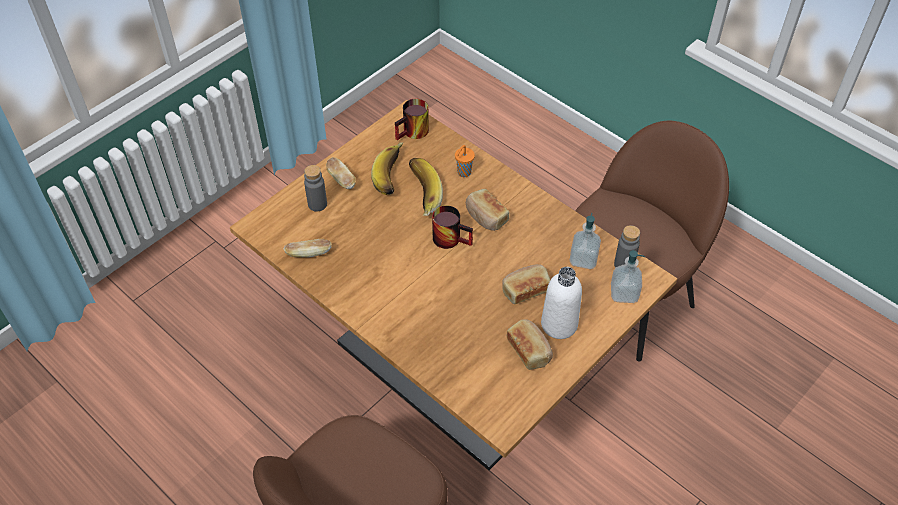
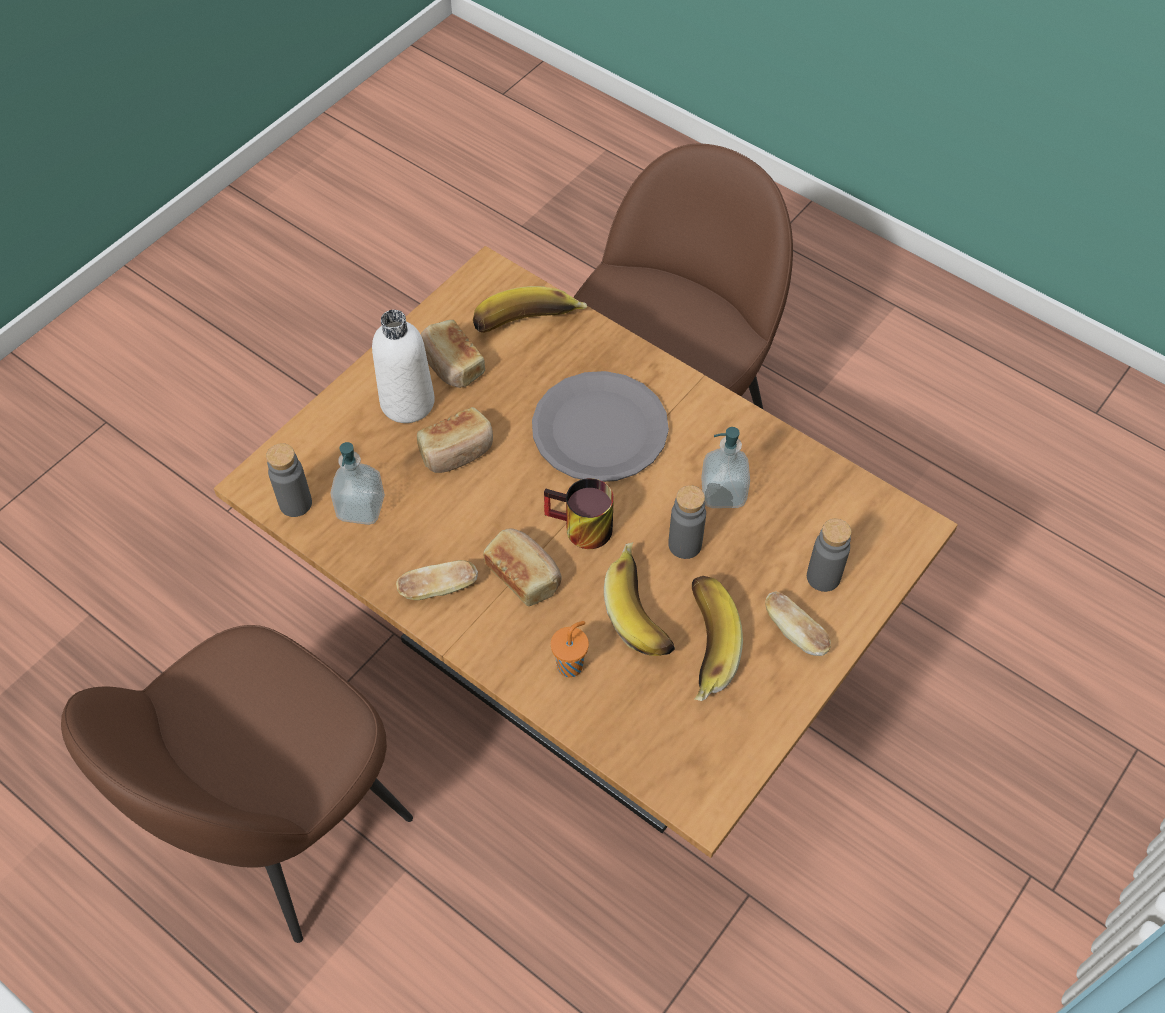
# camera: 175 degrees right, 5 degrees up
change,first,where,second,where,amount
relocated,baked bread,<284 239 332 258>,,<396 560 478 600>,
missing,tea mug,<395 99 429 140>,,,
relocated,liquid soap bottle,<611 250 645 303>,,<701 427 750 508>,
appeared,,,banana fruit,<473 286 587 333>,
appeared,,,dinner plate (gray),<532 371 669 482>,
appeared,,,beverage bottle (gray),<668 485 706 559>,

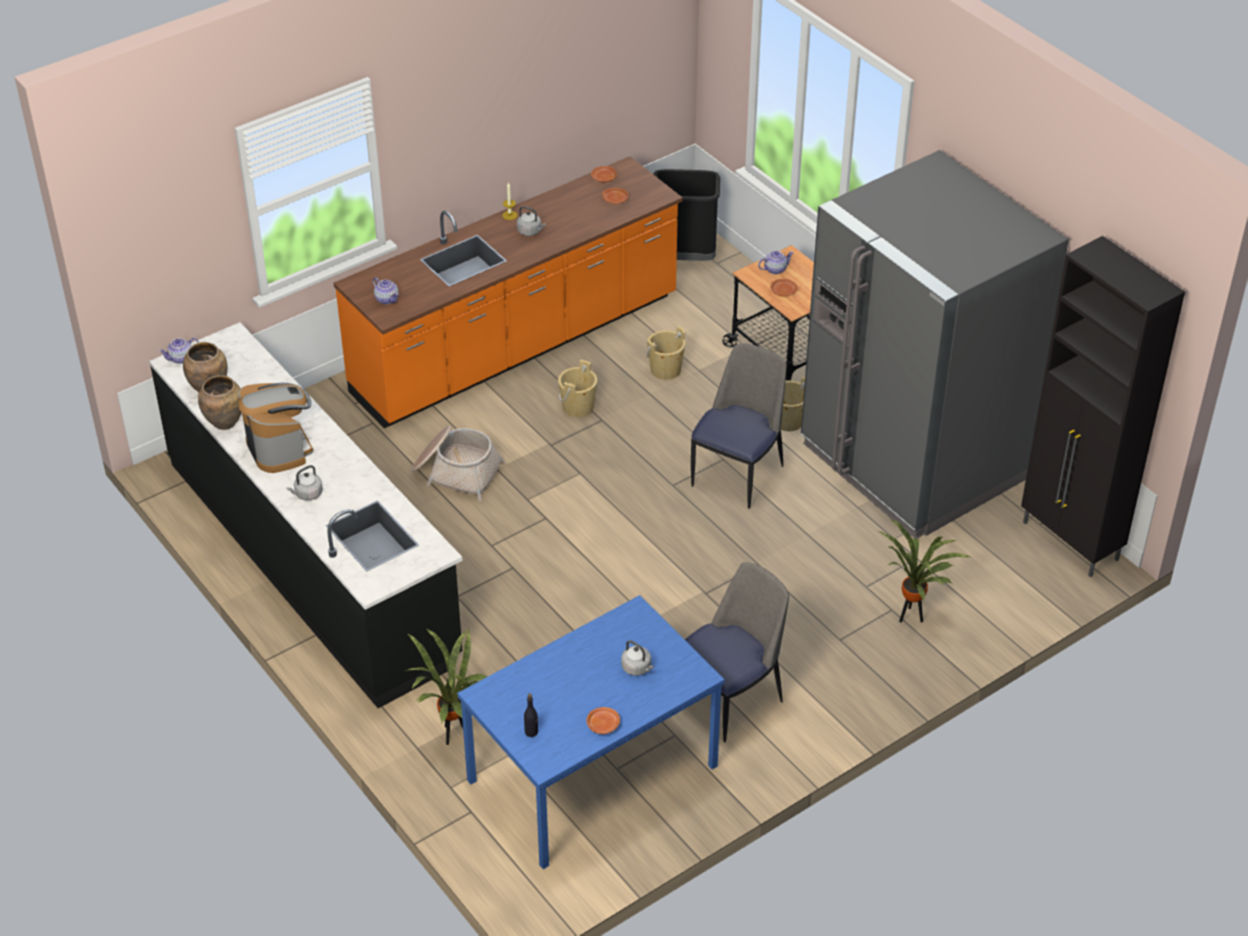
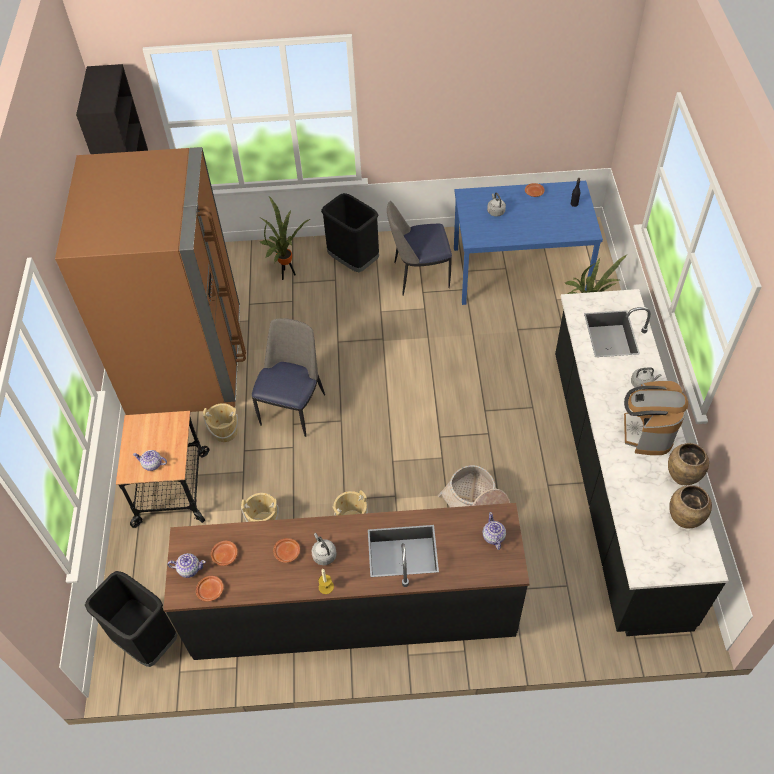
# camera: 145 degrees left, 10 degrees up
change,first,where,second,where,amount
relocated,teapot,<159 338 199 364>,,<168 553 206 578>,
colour,counter (orange),<334 156 683 428>,counter (blackish),<163 503 530 660>,
spun,chair,<691 343 787 509>,,<252 318 325 437>,135 degrees clockwise
relocated,dinner plate (brown),<770 279 798 297>,,<273 538 300 563>,
colour,fridge (gray),<801 150 1069 538>,fridge (brown),<55 147 246 415>,
appeared,,,waste bin (blackish),<321 193 379 272>,

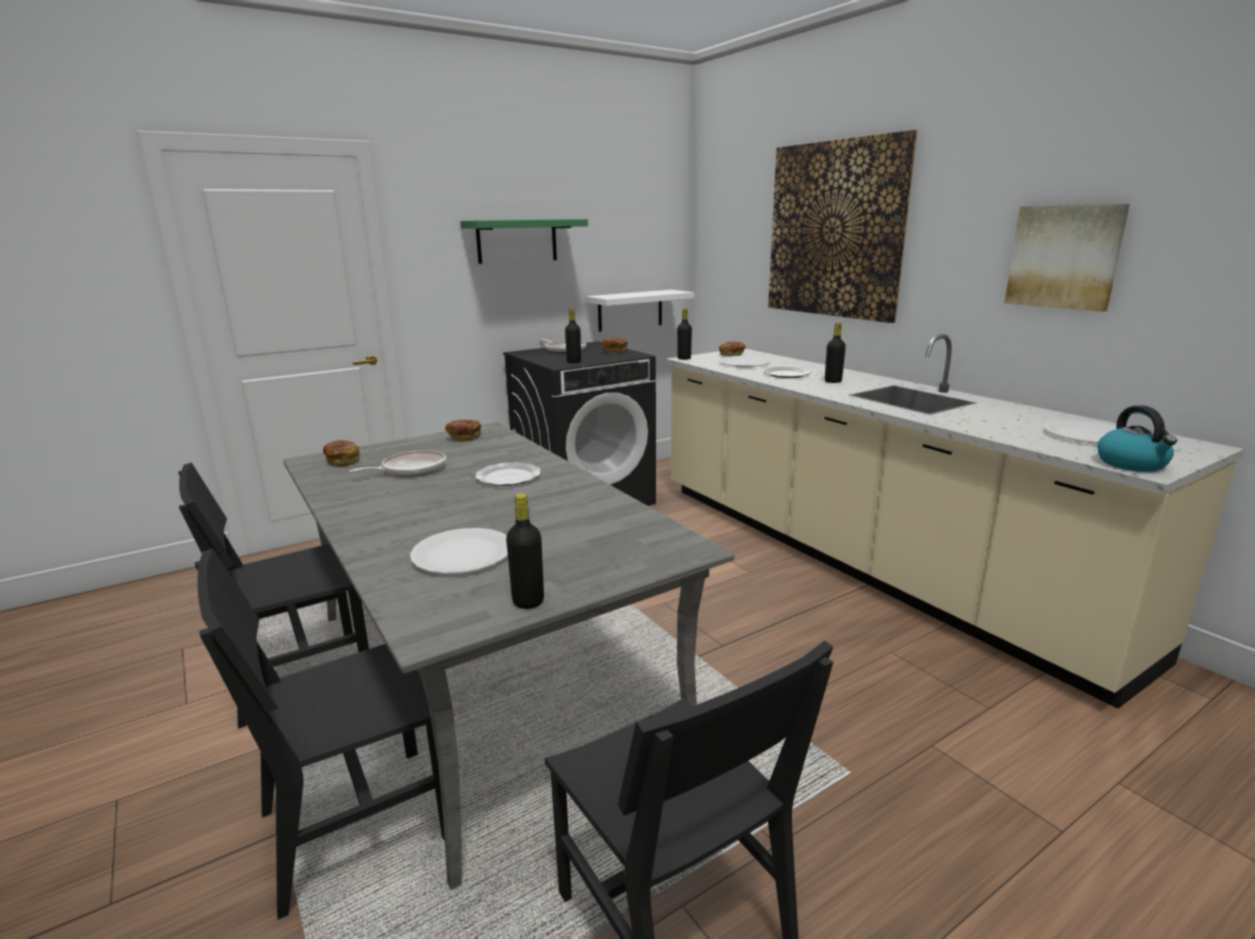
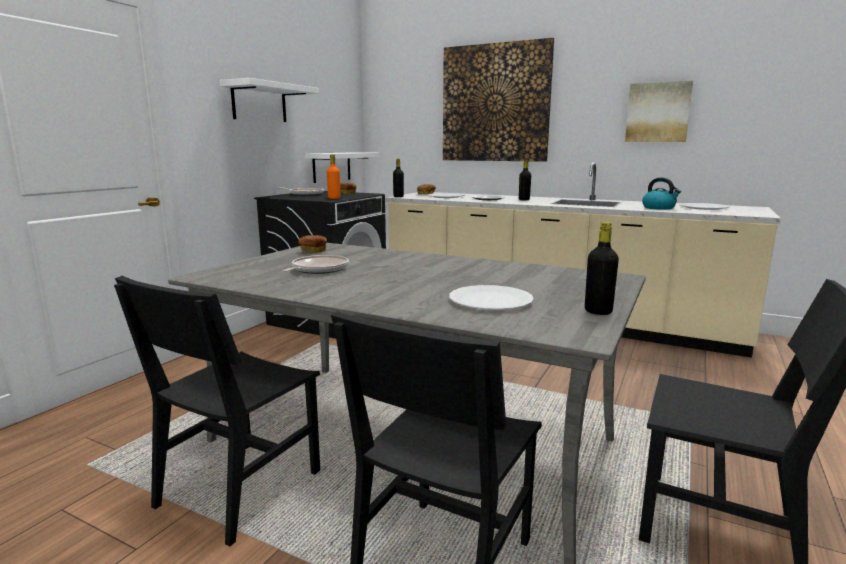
# camera: 30 degrees left, 5 degrees down
change,first,where,second,where,amount
missing,baked bread,<323 440 360 466>,,,
colour,bracket shelf (green-coloured),<460 219 588 264>,bracket shelf (whitish),<219 78 319 122>,
missing,dinner plate,<475 462 541 486>,,,
colour,beverage bottle (blackish),<565 309 581 363>,beverage bottle (orange),<327 154 340 199>,
relocated,kettle,<1097 405 1177 472>,,<642 178 681 210>,

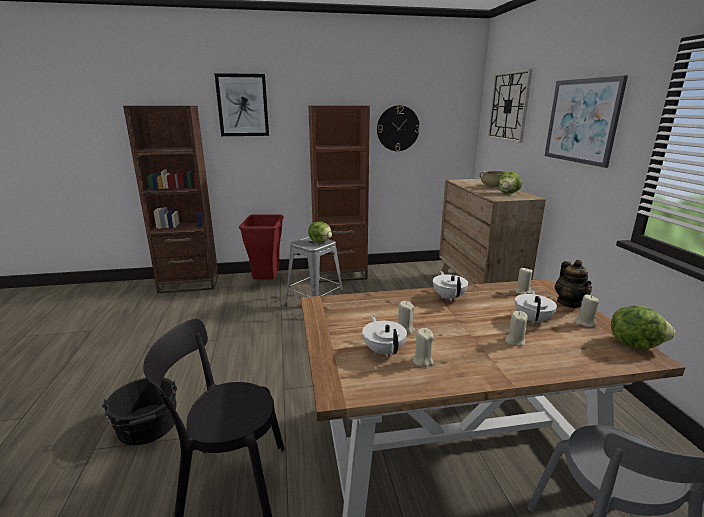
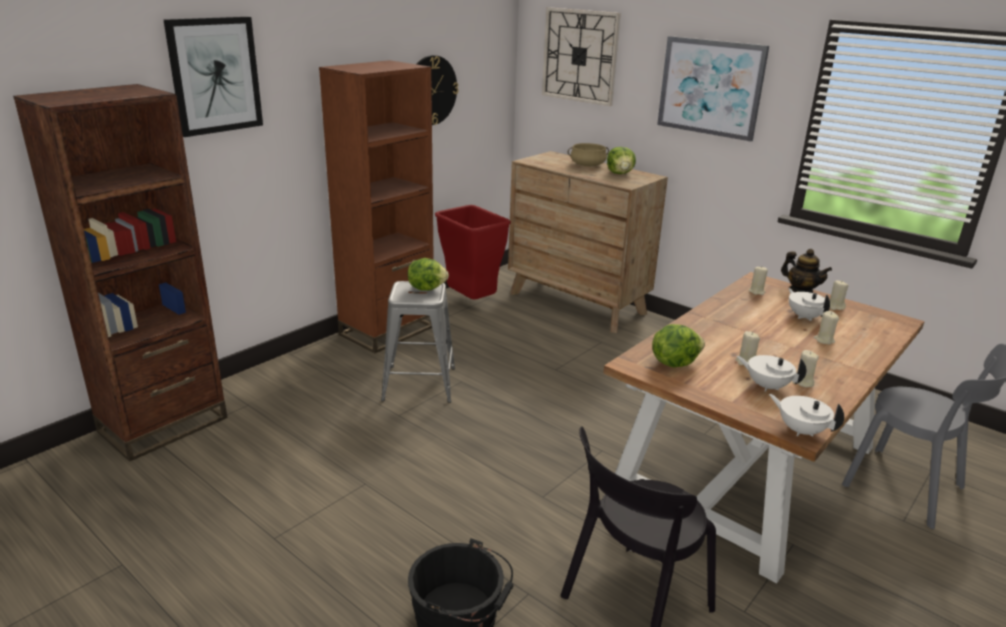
# camera: 40 degrees left, 5 degrees up
change,first,where,second,where,amount
relocated,waste bin (red-coloured),<239 214 284 280>,,<435 205 511 299>,
relocated,teapot (whitish),<433 271 468 301>,,<769 394 844 436>,
relocated,head of lettuce,<611 306 675 349>,,<652 324 705 367>,

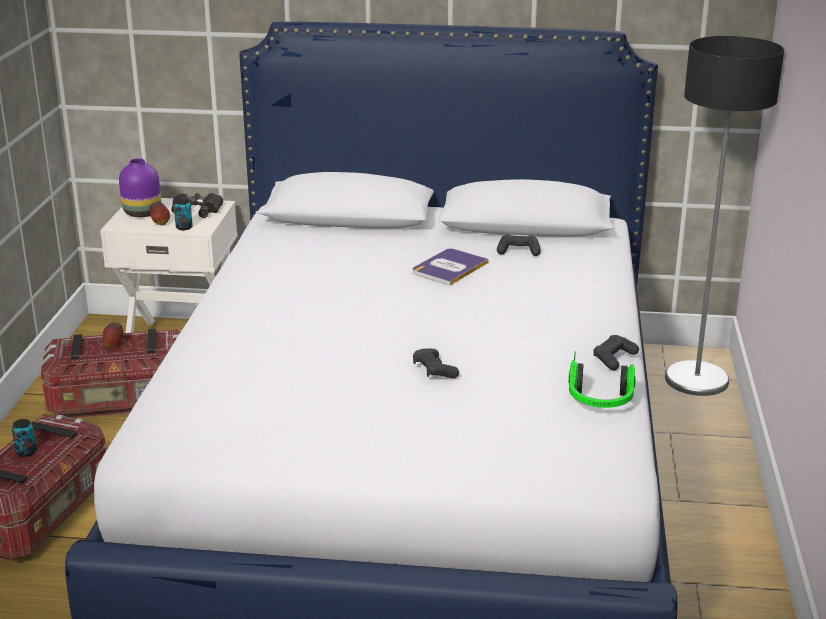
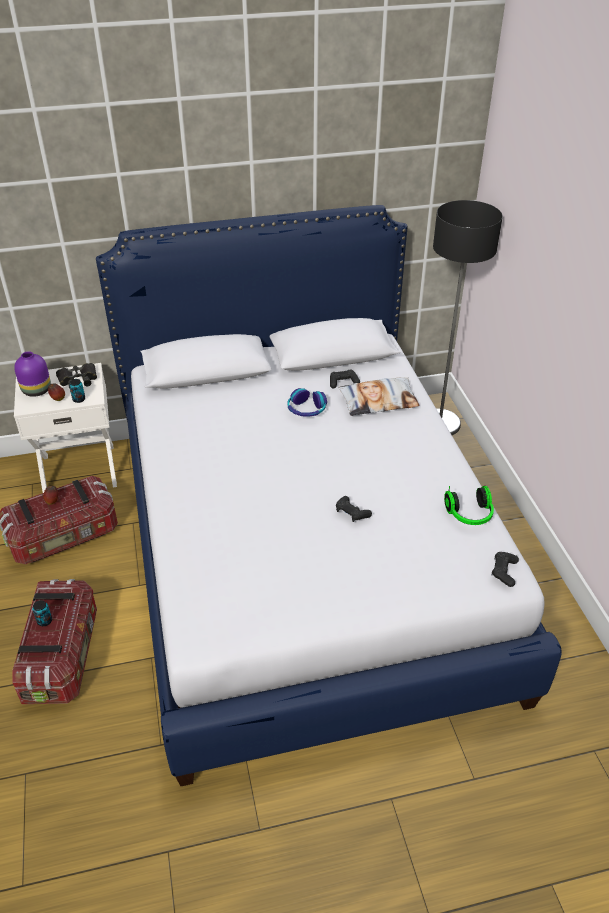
# camera: 20 degrees left, 15 degrees up
change,first,where,second,where,amount
exchanged,volume,<413 248 489 285>,headphones,<288 388 327 417>,
relocated,game controller (blackish),<593 335 639 370>,,<492 552 519 587>,
appeared,,,cushion,<338 377 420 416>,

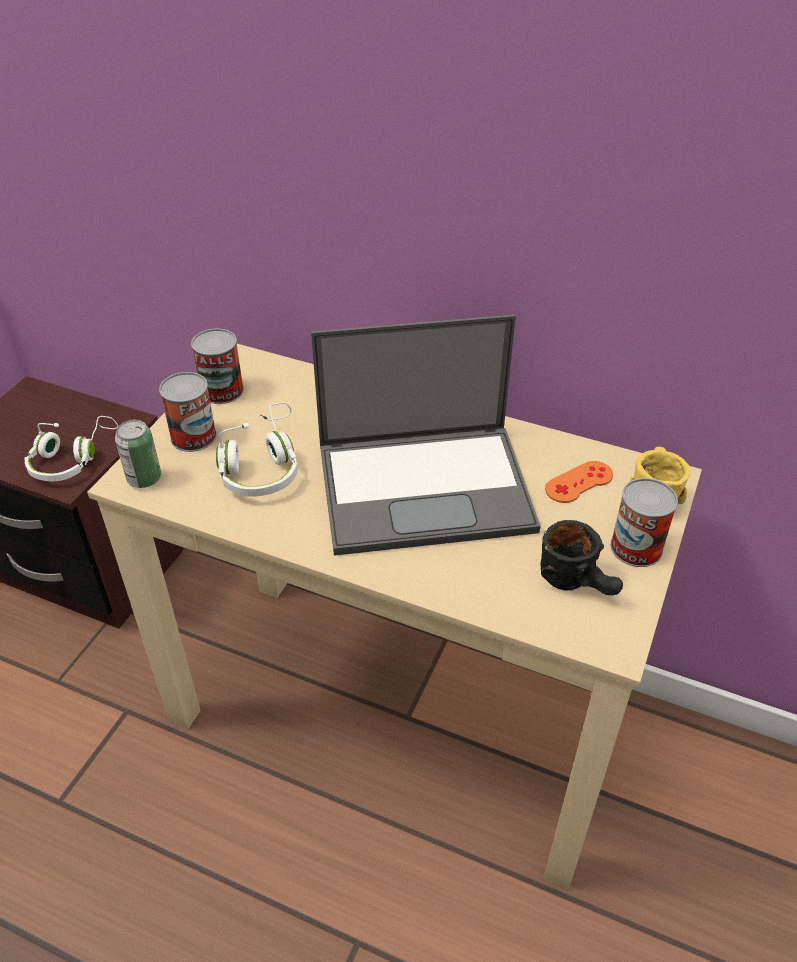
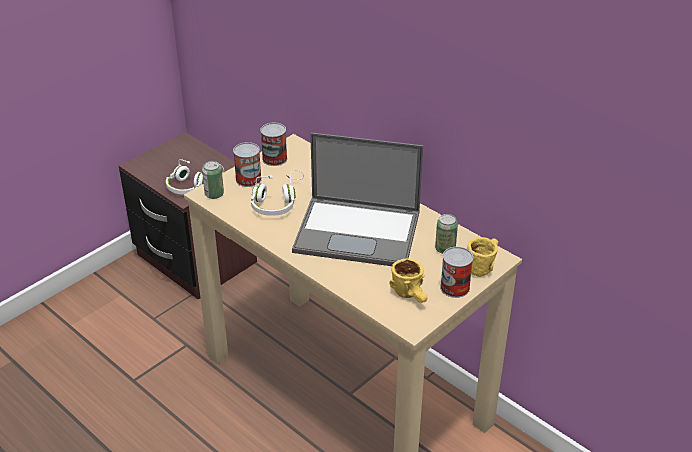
# camera: 20 degrees right, 5 degrees down
change,first,where,second,where,amount
colour,tea mug (blackish),<541 520 623 595>,tea mug (yellow),<389 259 428 303>,
exchanged,game controller (orange),<545 461 613 503>,metal can,<435 214 458 254>,

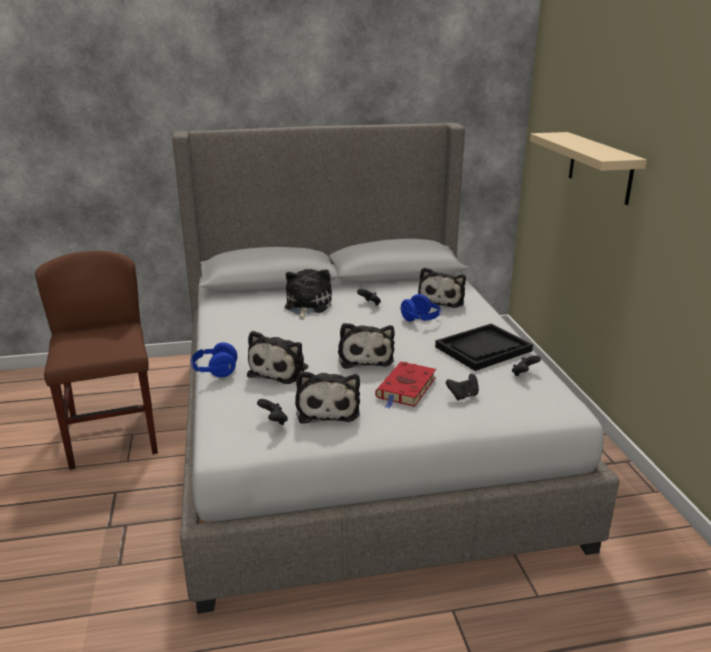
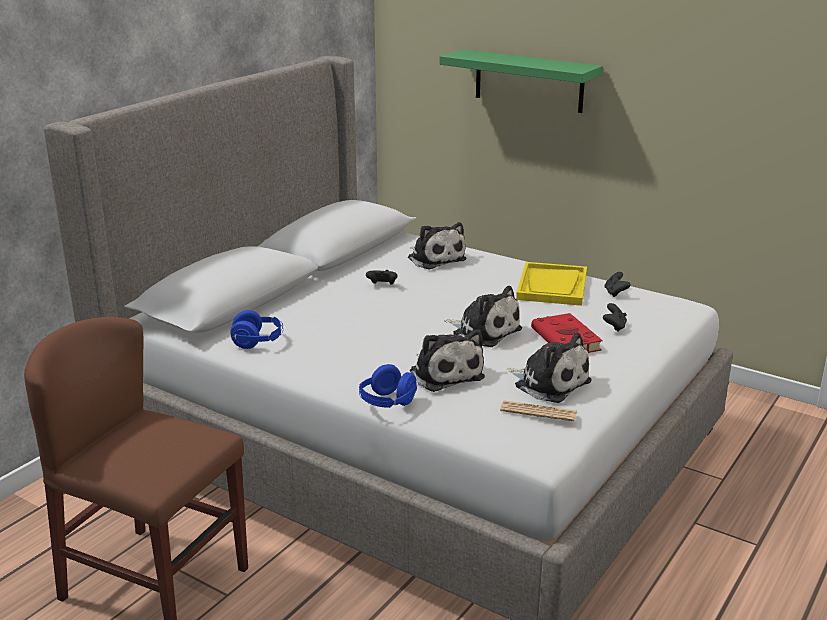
# camera: 45 degrees left, 0 degrees up
change,first,where,second,where,amount
exchanged,game controller (blackish),<257 399 288 425>,daily paper,<500 400 577 422>,
missing,soft toy,<285 269 332 320>,,,
relocated,headphones (blue-coloured),<400 294 441 322>,,<230 310 283 349>,
colour,serving tray (blackish),<435 323 533 371>,serving tray (yellow),<516 262 587 306>,
colour,bracket shelf (sand-coloured),<530 132 647 205>,bracket shelf (green-coloured),<439 49 603 113>,

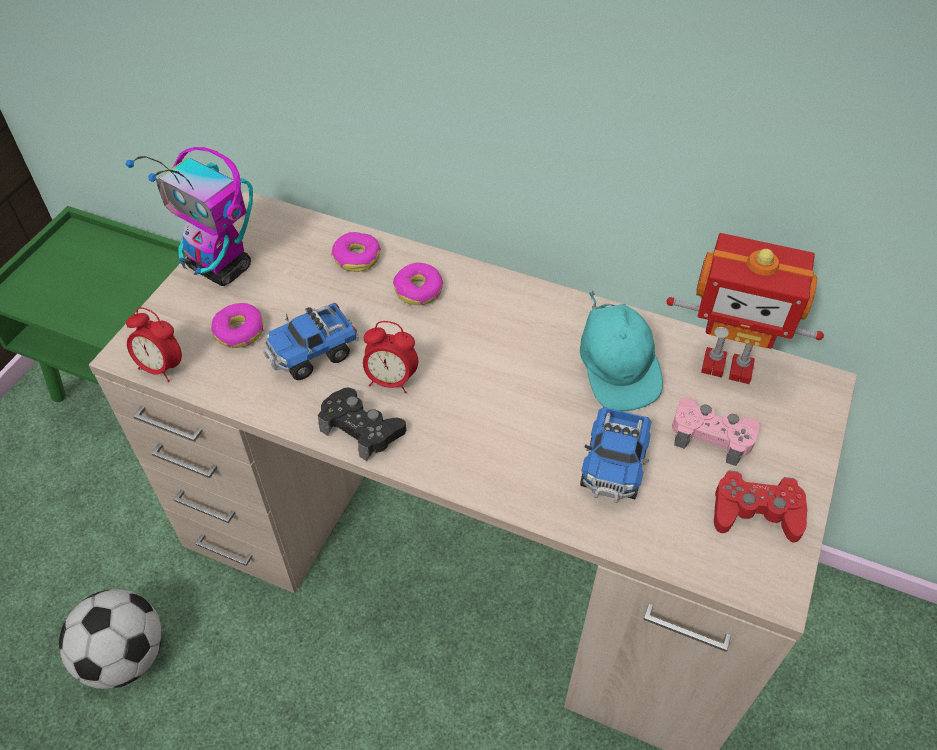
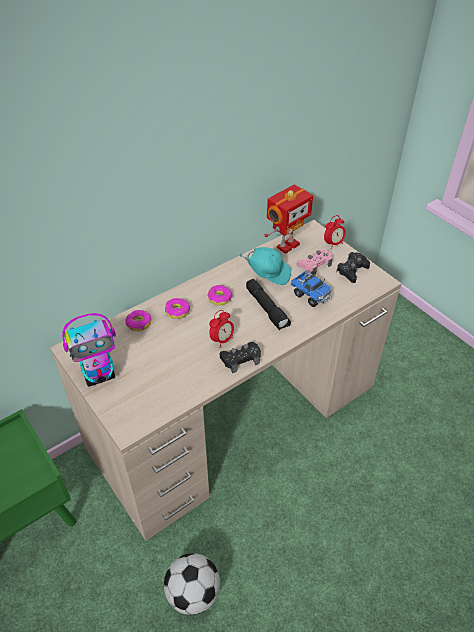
# camera: 60 degrees left, 5 degrees down
change,first,where,second,where,amount
relocated,bedside clock,<126 307 182 382>,,<324 215 346 248>,
relocated,doughnut,<211 303 264 348>,,<208 285 233 305>,
missing,model truck,<263 303 359 380>,,,
colour,game controller (red-coloured),<714 470 807 543>,game controller (blackish),<336 252 370 283>,
appeared,,,torch (blackish),<246 279 291 330>,

